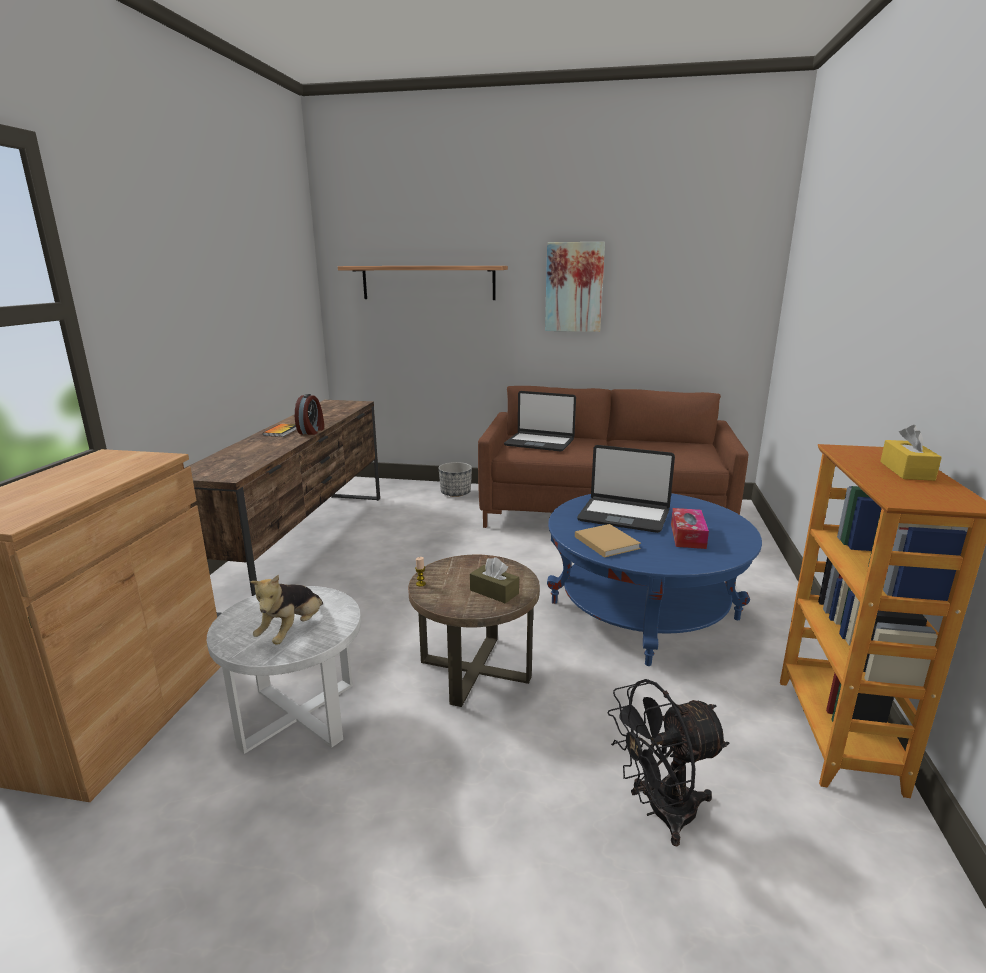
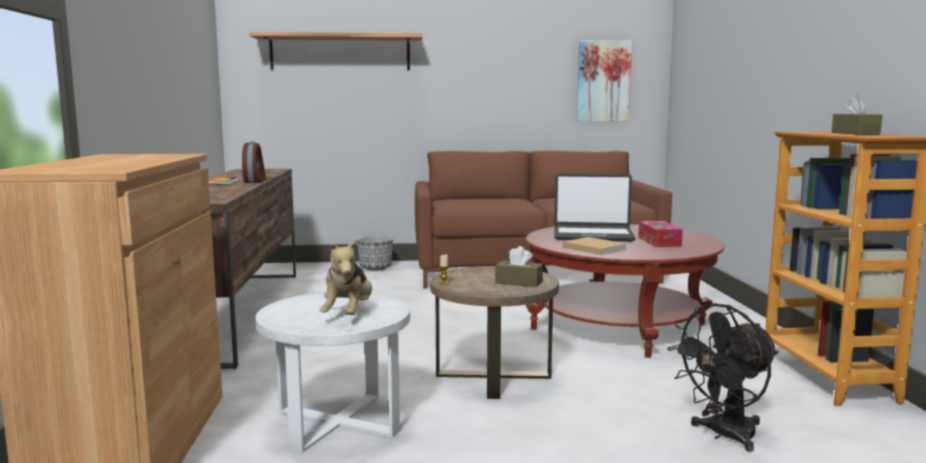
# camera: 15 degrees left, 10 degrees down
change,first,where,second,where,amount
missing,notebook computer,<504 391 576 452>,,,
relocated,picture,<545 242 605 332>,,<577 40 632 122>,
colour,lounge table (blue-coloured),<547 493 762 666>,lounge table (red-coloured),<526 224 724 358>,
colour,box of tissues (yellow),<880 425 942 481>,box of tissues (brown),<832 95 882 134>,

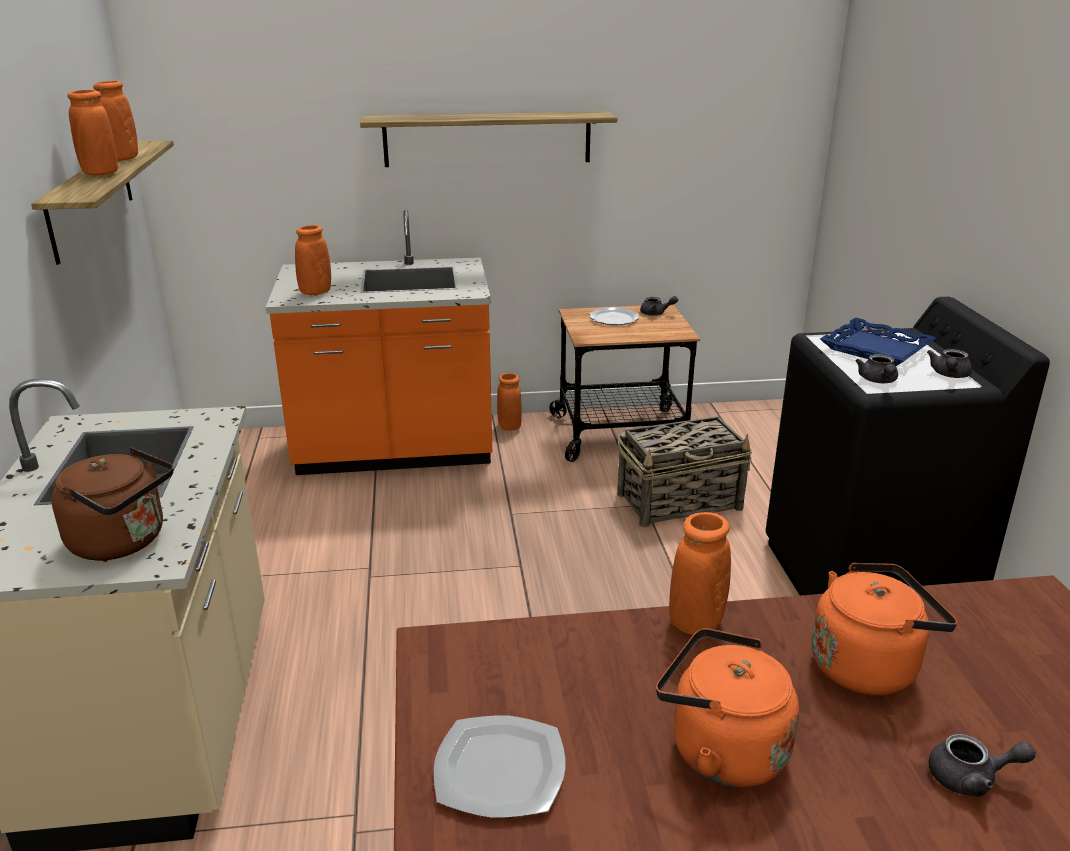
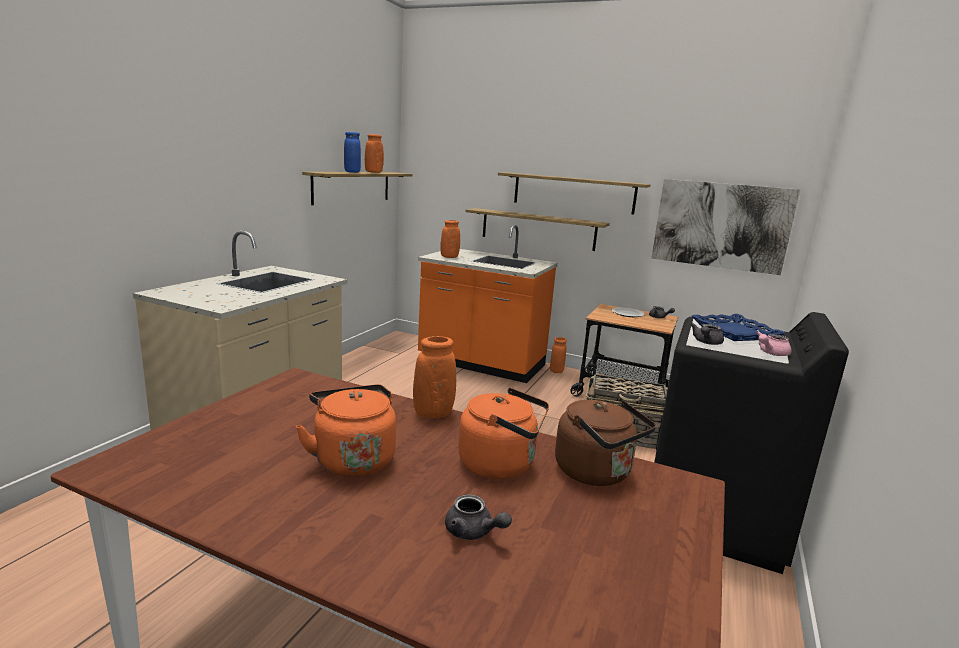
# camera: 30 degrees right, 10 degrees down
change,first,where,second,where,amount
relocated,kettle (brown),<52 447 174 560>,,<555 400 656 486>,
colour,vase (orange),<67 90 118 175>,vase (blue-coloured),<344 132 361 173>,
missing,dinner plate,<434 715 566 818>,,,
colour,teapot (gray),<927 349 972 378>,teapot (pinkish),<757 332 791 356>,
appeared,,,bracket shelf,<466 208 610 251>,
appeared,,,picture,<651 179 800 275>,

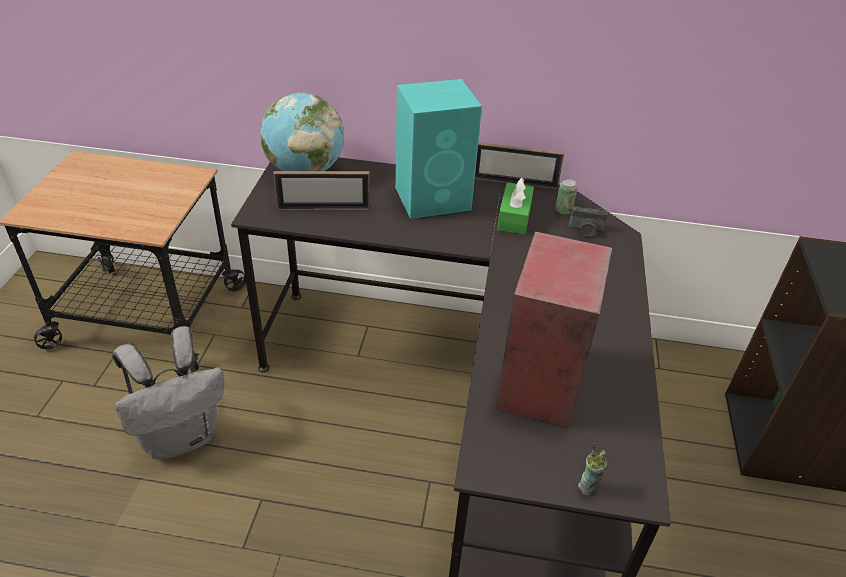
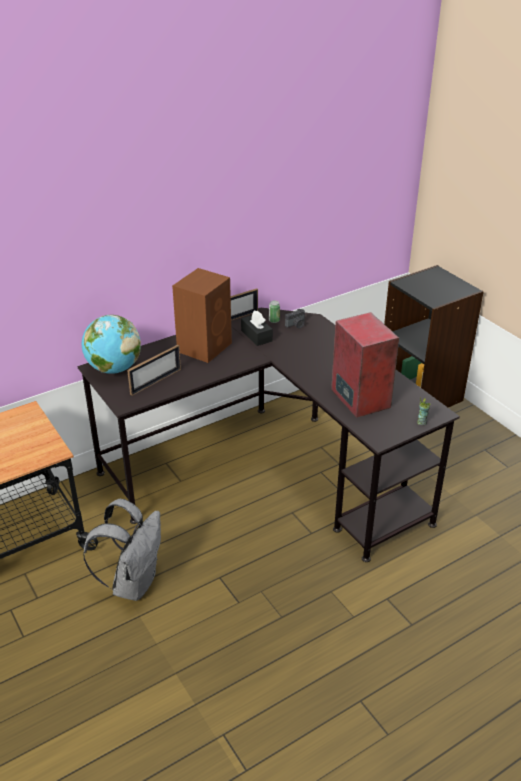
# camera: 40 degrees left, 5 degrees down
change,first,where,second,where,amount
colour,loudspeaker (turquoise-coloured),<395 79 482 219>,loudspeaker (brown),<172 268 232 363>,
colour,box of tissues (green-coloured),<497 178 534 235>,box of tissues (blackish),<241 310 273 346>,

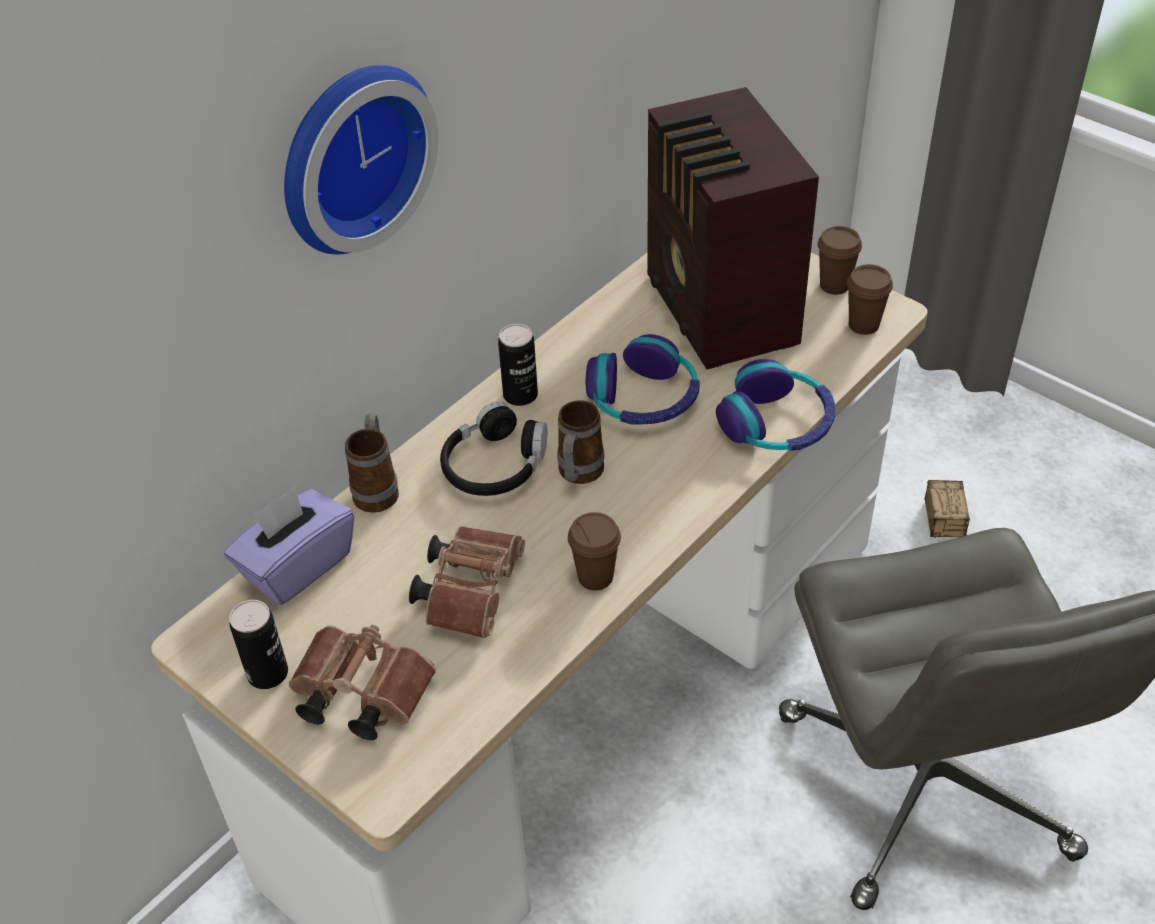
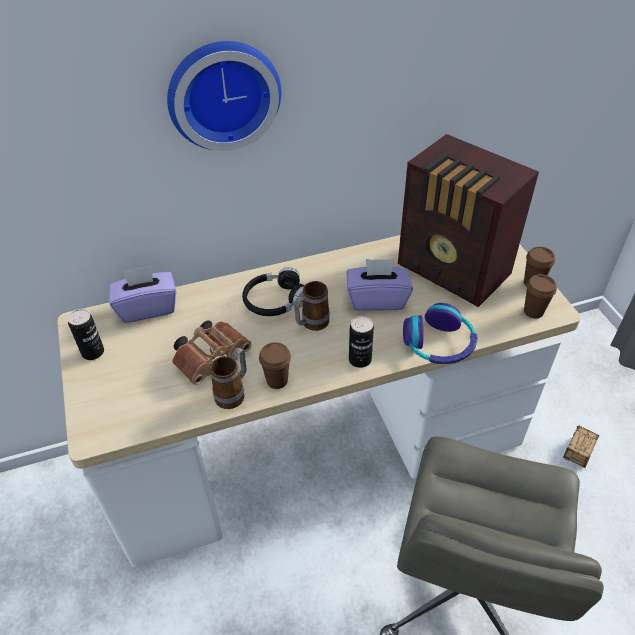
# camera: 30 degrees right, 0 degrees up
change,first,where,second,where,amount
missing,binoculars (brown),<289 625 436 740>,,,
relocated,tea mug,<345 413 399 513>,,<210 348 247 409>,
relocated,metal can,<498 324 538 406>,,<349 316 374 368>,
exchanged,headphones,<586 334 700 424>,box of tissues (purple),<347 259 413 311>,
spun,radio,<647 87 819 369>,,<398 134 539 307>,60 degrees counterclockwise

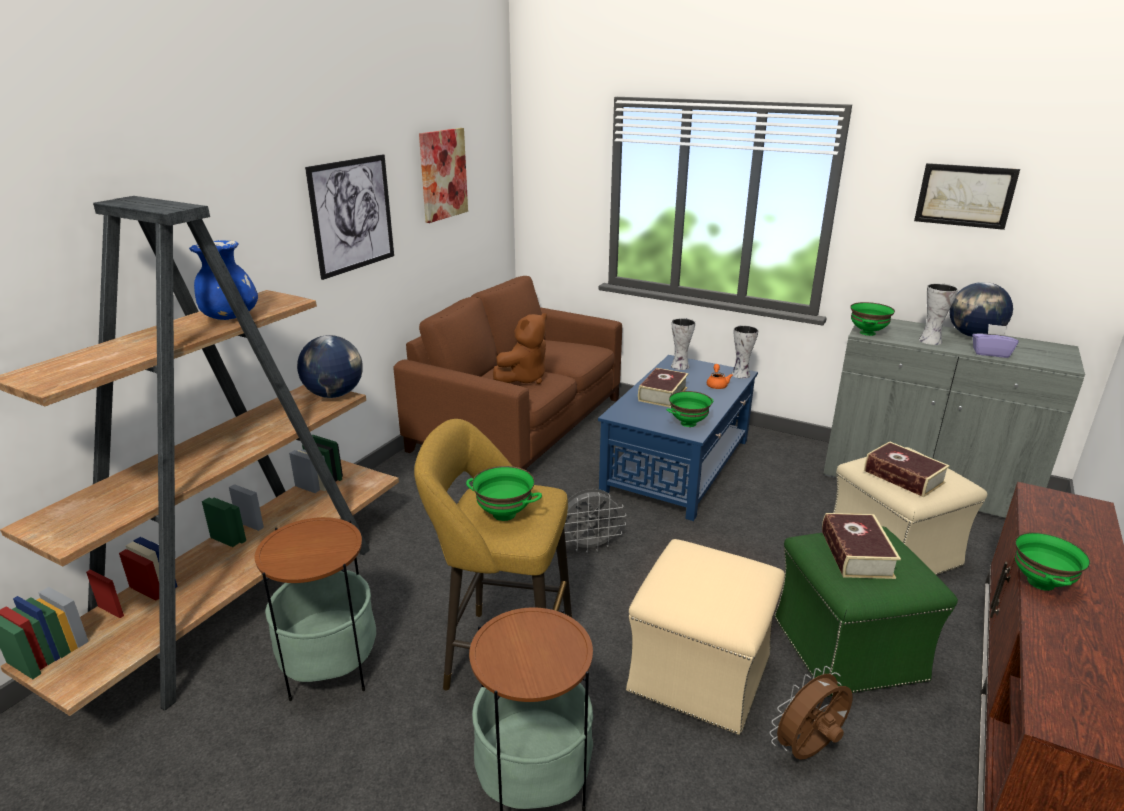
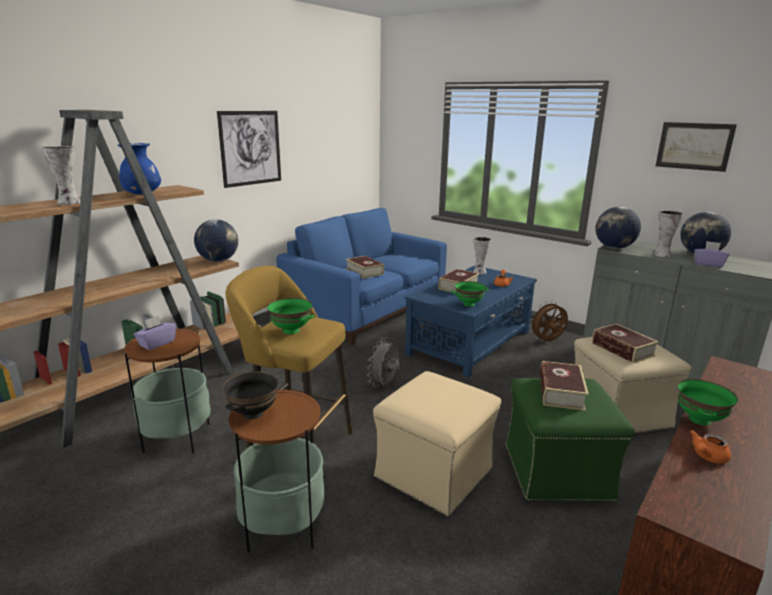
# camera: 10 degrees right, 5 degrees down
change,first,where,second,where,amount
colour,sofa (brown),<394 276 622 470>,sofa (blue-coloured),<276 208 447 345>,
missing,picture,<419 128 468 223>,,,
exchanged,soft toy (brown),<493 313 547 384>,volume,<346 256 384 278>,
spun,fan (gray),<564 489 627 553>,,<367 337 401 387>,120 degrees clockwise
relocated,vase,<731 325 759 379>,,<42 146 80 205>,
relocated,fan (brown),<769 666 853 760>,,<529 301 568 341>,
exchanged,serving bowl (green-coloured),<850 302 895 336>,globe,<595 207 641 249>,
appeared,,,box of tissues (purple),<134 315 176 350>,
appeared,,,serving bowl (blackish),<222 372 278 419>,
appeared,,,teapot (orange),<690 430 731 464>,

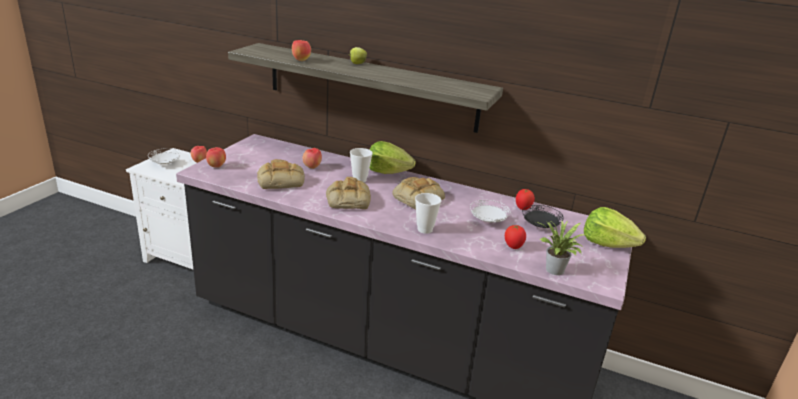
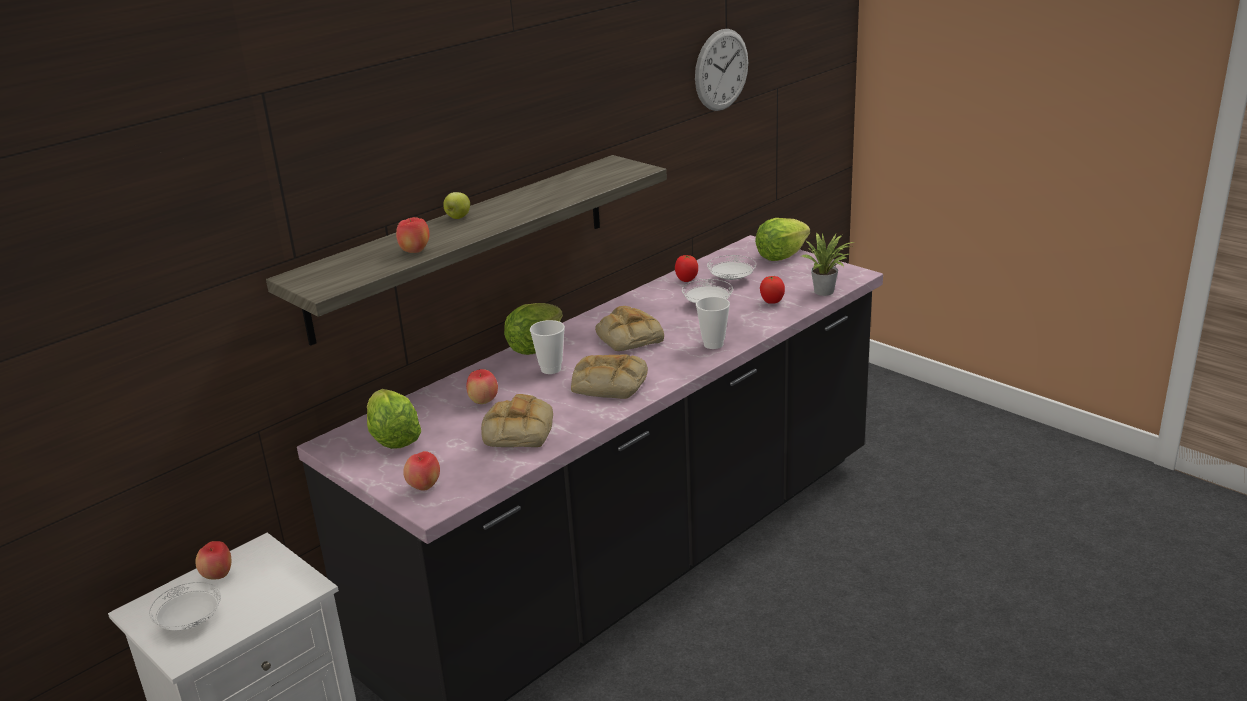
# camera: 65 degrees left, 0 degrees up
change,first,where,second,where,amount
colour,dinner plate (blackish),<522 205 564 228>,dinner plate (whitish),<707 255 756 280>,
appeared,,,head of lettuce,<367 389 421 449>,
appeared,,,clock on the wall,<695 29 748 111>,

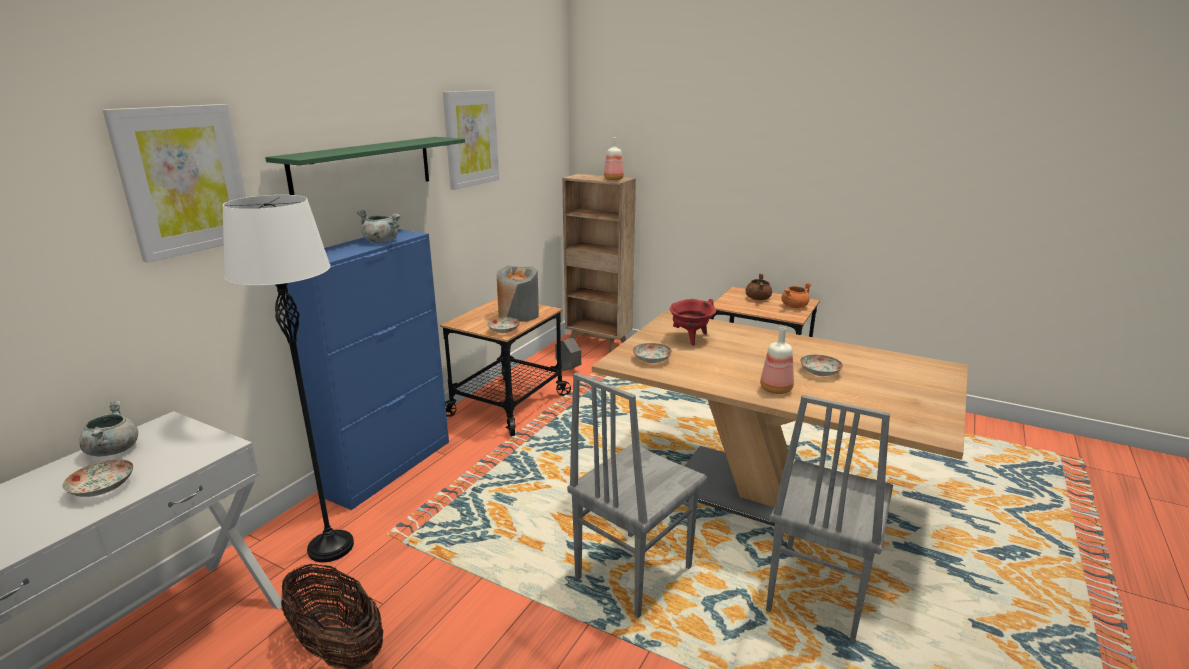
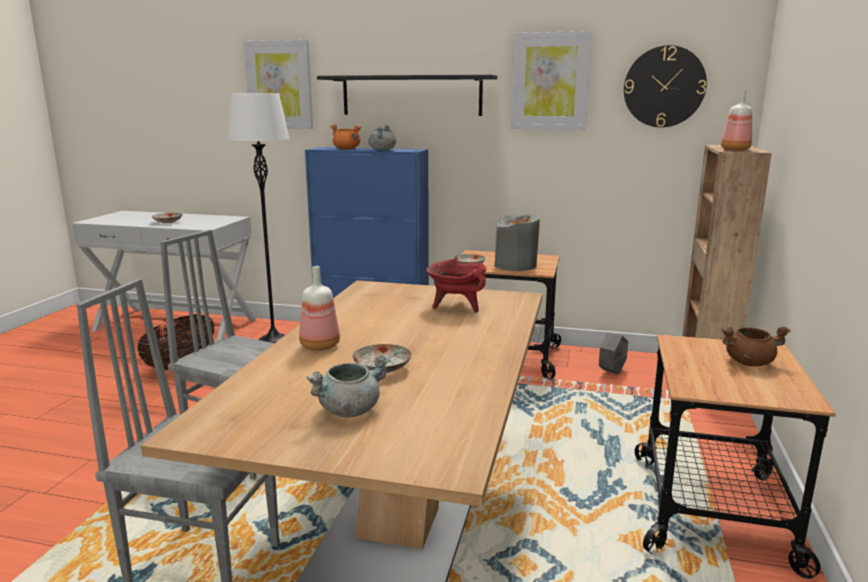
# camera: 75 degrees right, 5 degrees down
change,first,where,second,where,amount
relocated,cooking pot (gray),<79 401 138 456>,,<307 354 390 417>,
colour,bracket shelf (green-coloured),<265 137 465 195>,bracket shelf (blackish),<317 75 497 116>,
missing,dinner plate,<633 343 672 363>,,,
relocated,cooking pot (orange),<782 283 812 308>,,<330 125 361 149>,
appeared,,,clock on the wall,<624 45 707 127>,

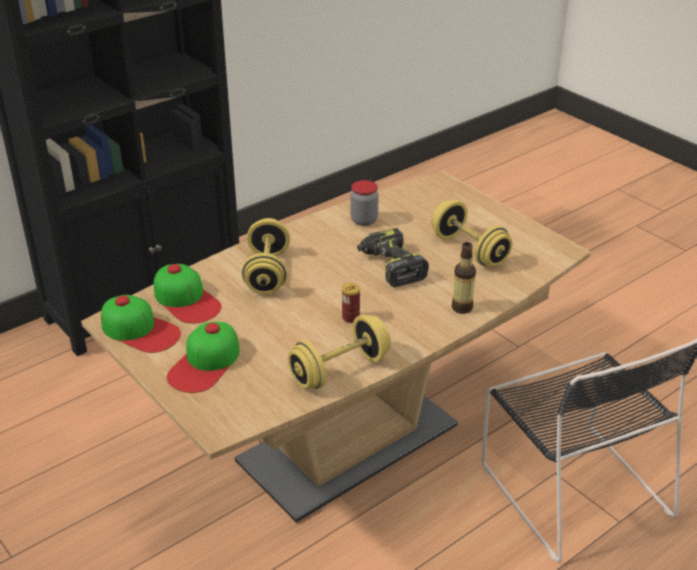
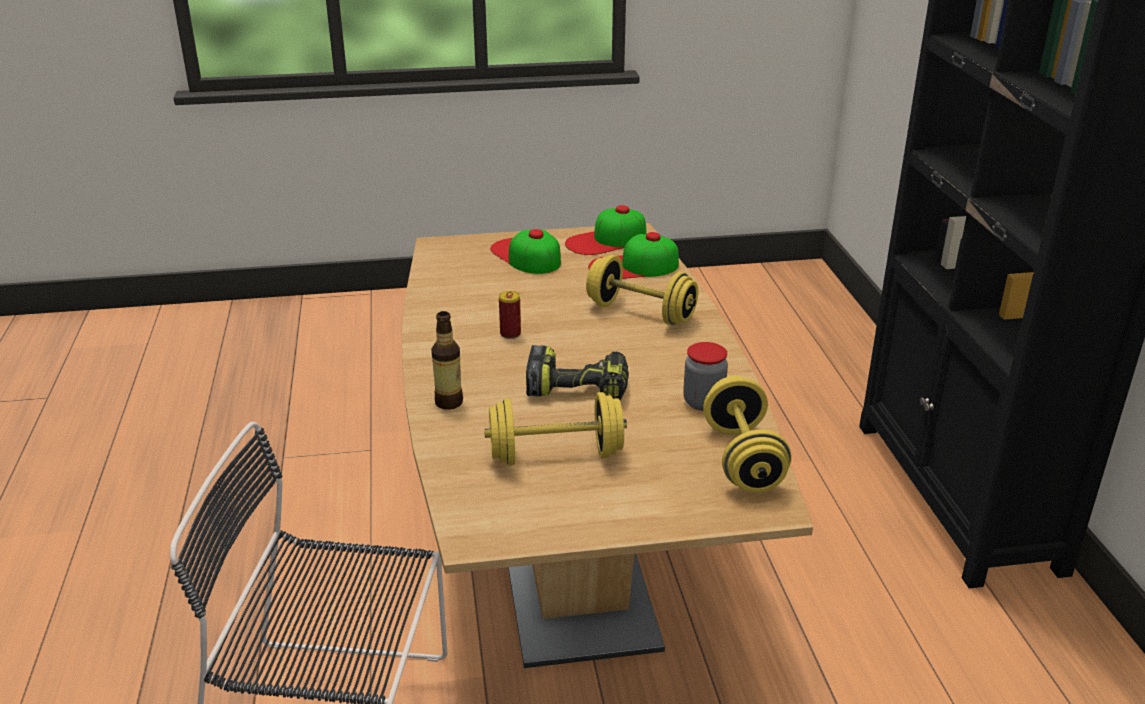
# camera: 120 degrees right, 5 degrees down
change,first,where,second,where,amount
relocated,free weight (yellow),<288 315 391 389>,,<703 376 791 493>,

